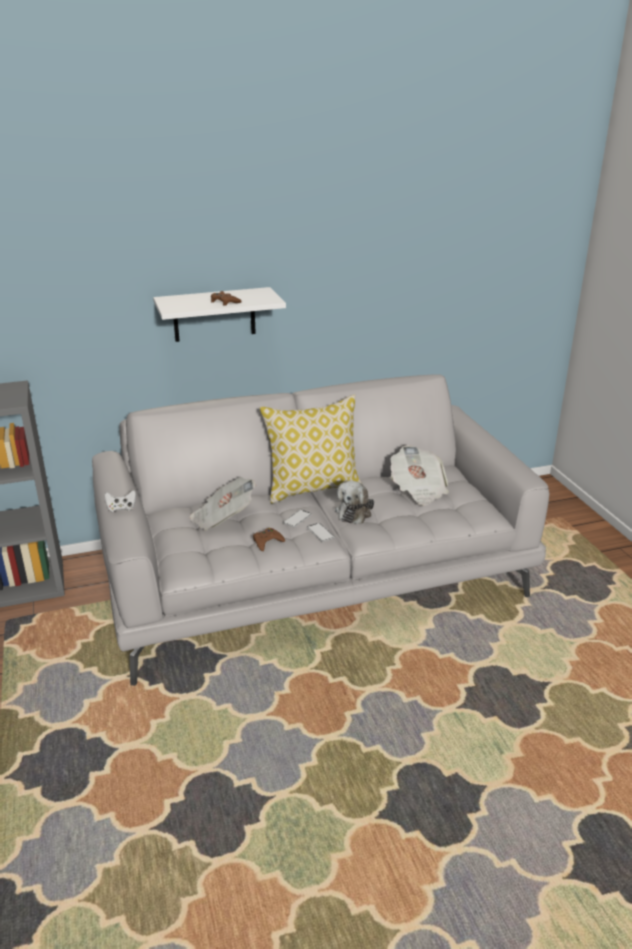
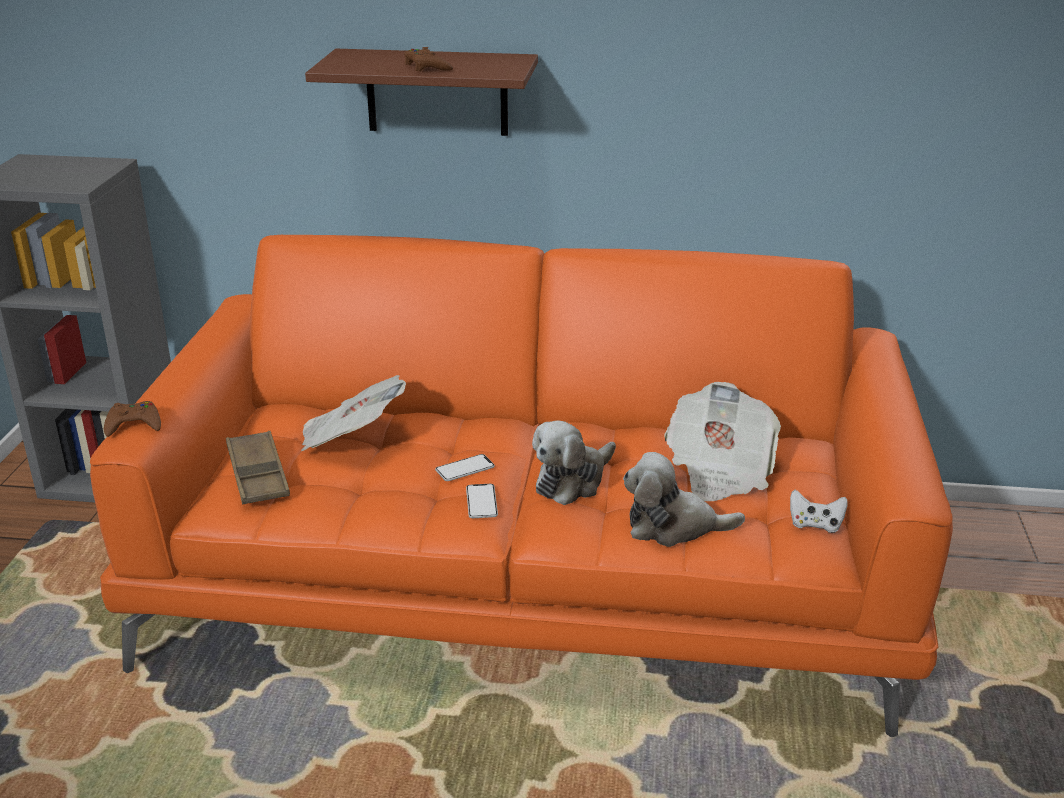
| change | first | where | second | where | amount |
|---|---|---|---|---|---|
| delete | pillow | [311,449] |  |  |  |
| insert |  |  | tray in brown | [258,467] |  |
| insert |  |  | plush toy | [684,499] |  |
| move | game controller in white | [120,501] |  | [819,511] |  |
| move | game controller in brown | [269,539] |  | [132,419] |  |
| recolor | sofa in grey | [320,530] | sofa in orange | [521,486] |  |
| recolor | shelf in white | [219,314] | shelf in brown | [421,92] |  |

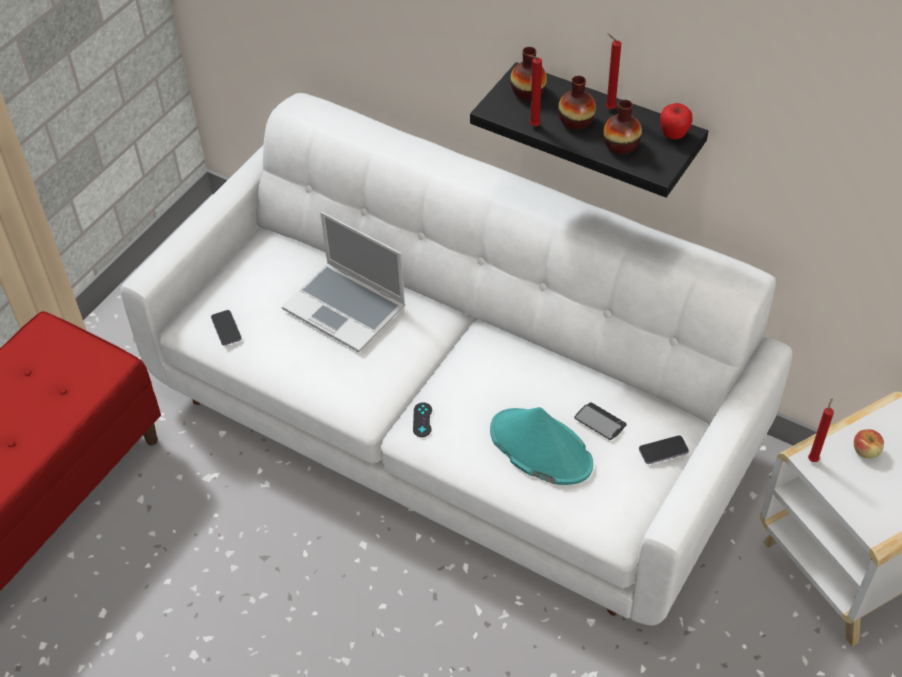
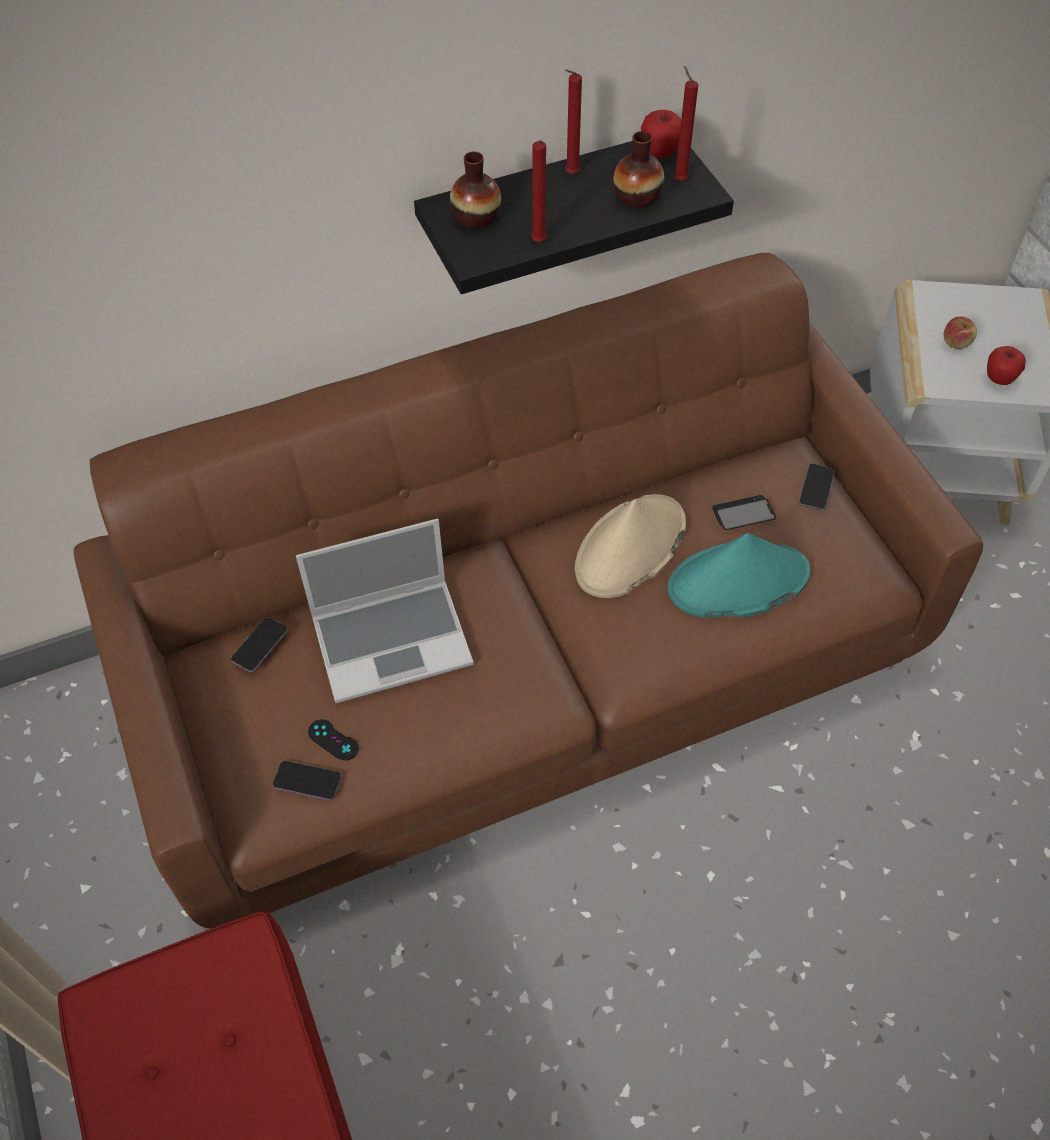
| change | first | where | second | where | amount |
|---|---|---|---|---|---|
| delete | vase | [577,103] |  |  |  |
| insert |  |  | phone | [259,644] |  |
| insert |  |  | hat in beige | [630,546] |  |
| insert |  |  | apple | [1006,365] |  |
| move | game controller in black | [422,419] |  | [333,740] |  |
| move | candle in red | [821,430] |  | [686,123] |  |
| recolor | sofa in white | [456,359] | sofa in brown | [528,590] |  |

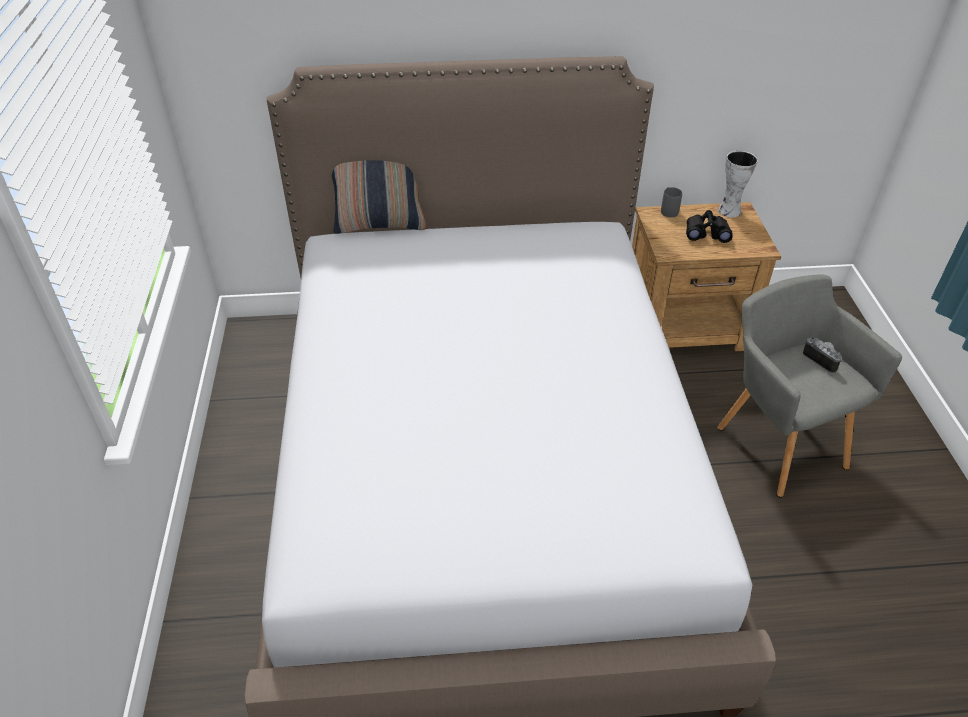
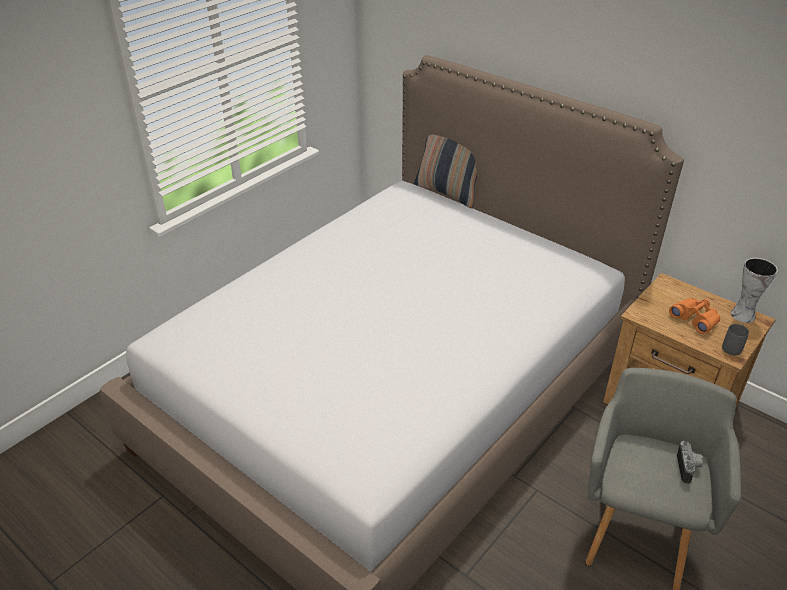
| change | first | where | second | where | amount |
|---|---|---|---|---|---|
| move | mug in grey | [671,202] |  | [735,339] |  |
| recolor | binoculars in black | [709,226] | binoculars in orange | [694,316] |  |

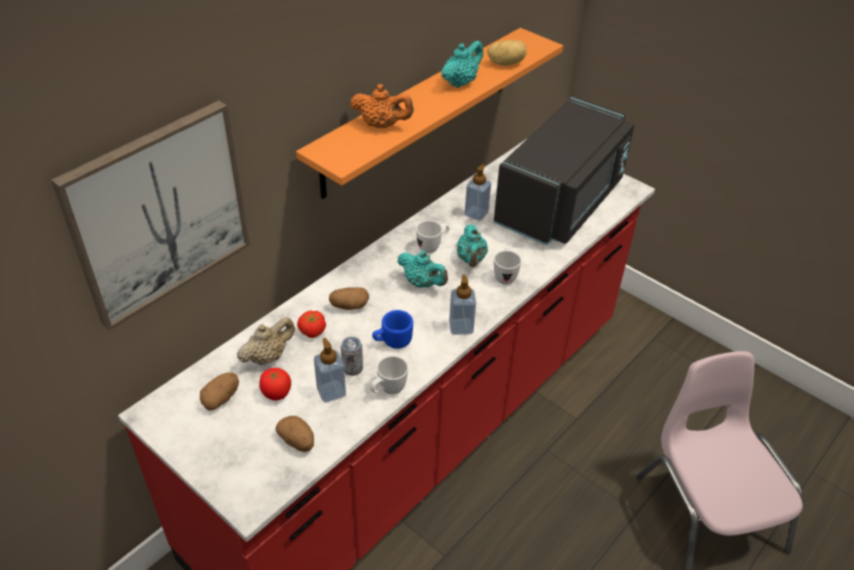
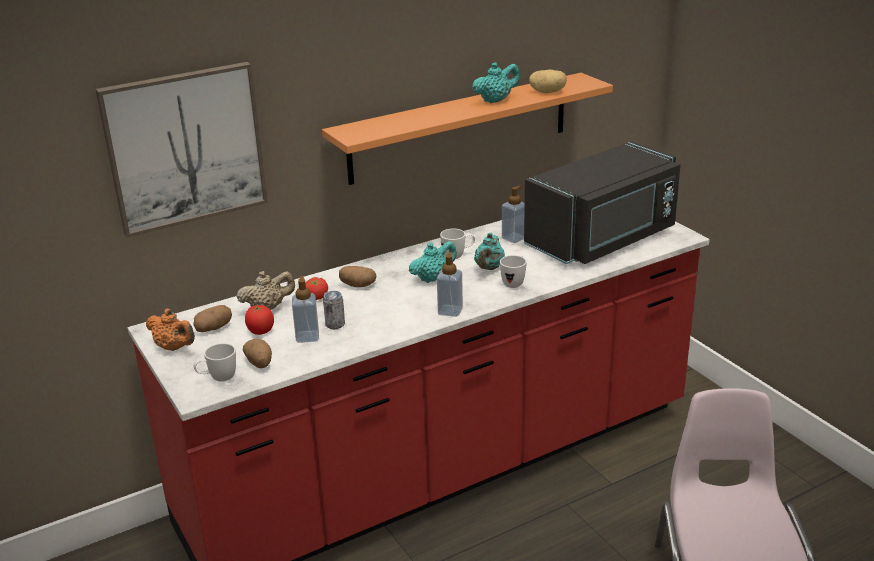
| change | first | where | second | where | amount |
|---|---|---|---|---|---|
| delete | mug in blue | [392,329] |  |  |  |
| move | teapot in orange | [382,106] |  | [170,330] |  |
| move | mug in white | [389,375] |  | [215,362] |  |
| rotate | teapot in turquoise | [422,269] |  | [433,262] | 90 degrees counterclockwise |

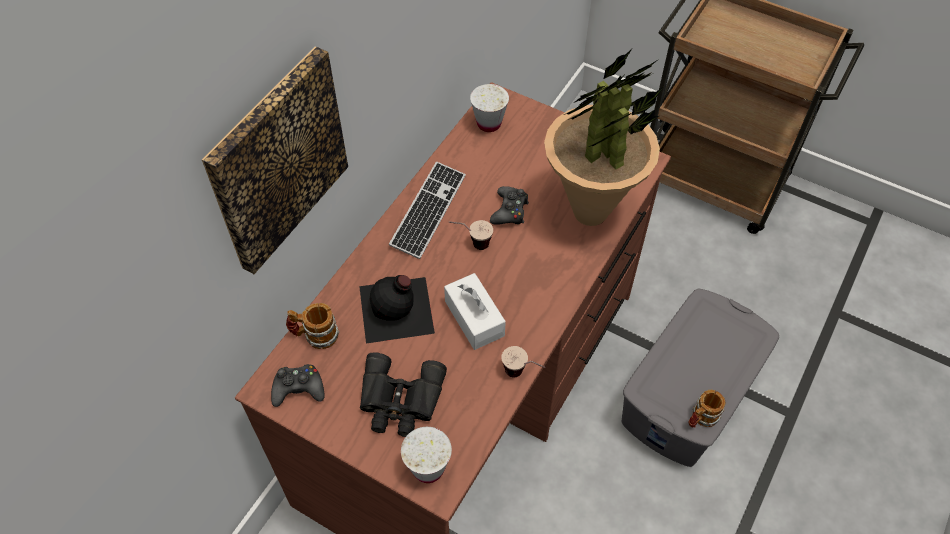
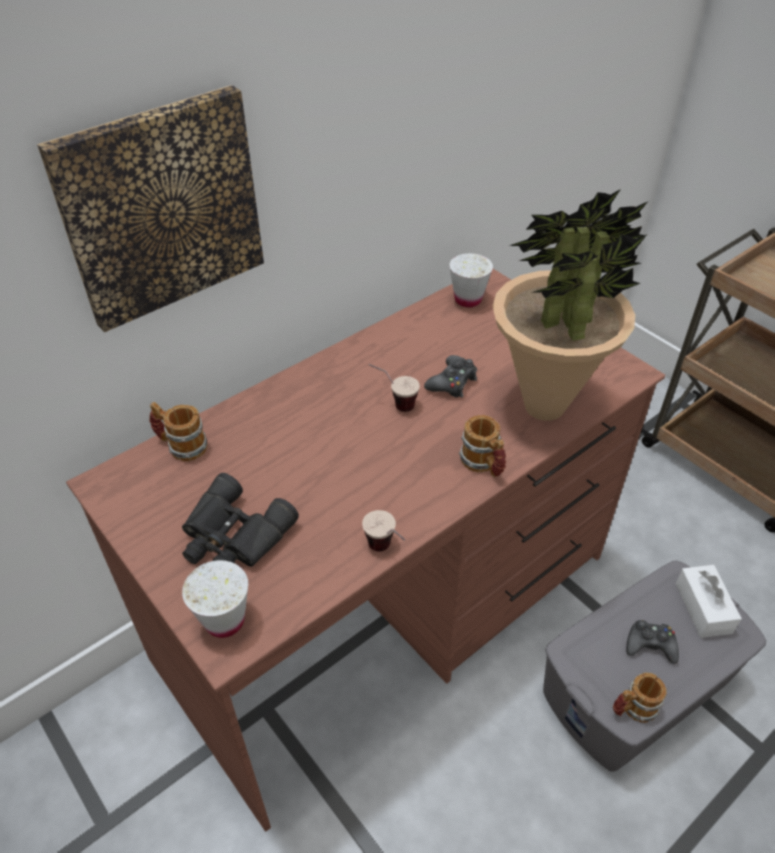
| change | first | where | second | where | amount |
|---|---|---|---|---|---|
| delete | bottle in black | [397,309] |  |  |  |
| delete | keyboard | [427,210] |  |  |  |
| insert |  |  | mug | [482,446] |  |
| move | game controller in black | [297,385] |  | [652,642] |  |
| move | tissue box in white | [475,311] |  | [709,601] |  |

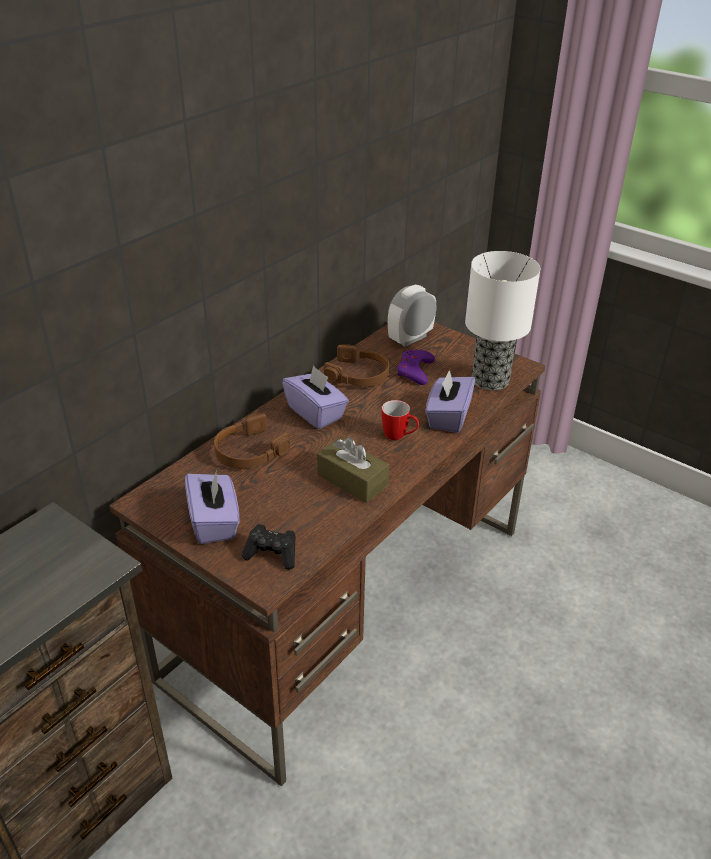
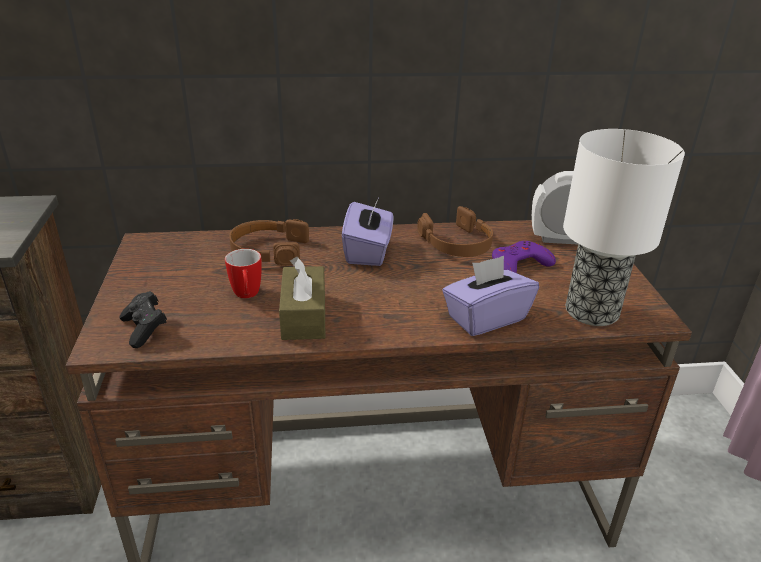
| change | first | where | second | where | amount |
|---|---|---|---|---|---|
| delete | tissue box in purple | [212,507] |  |  |  |
| move | mug | [400,420] |  | [243,273] |  |

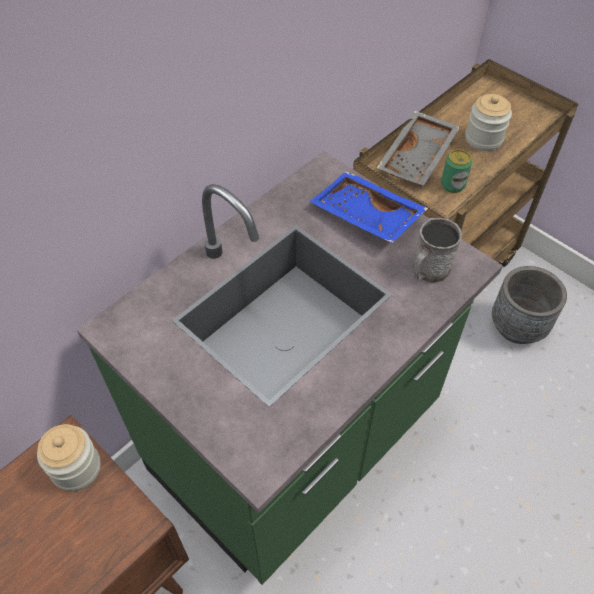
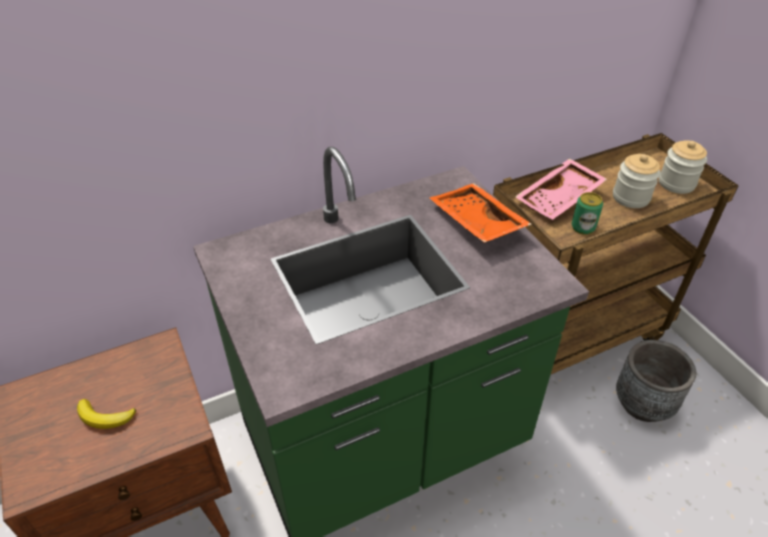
| change | first | where | second | where | amount |
|---|---|---|---|---|---|
| delete | mug in grey | [437,250] |  |  |  |
| insert |  |  | banana | [106,414] |  |
| move | jar | [69,457] |  | [683,167] |  |
| recolor | tray in blue | [368,207] | tray in orange | [481,213] |  |
| recolor | tray in grey | [418,148] | tray in pink | [561,189] |  |

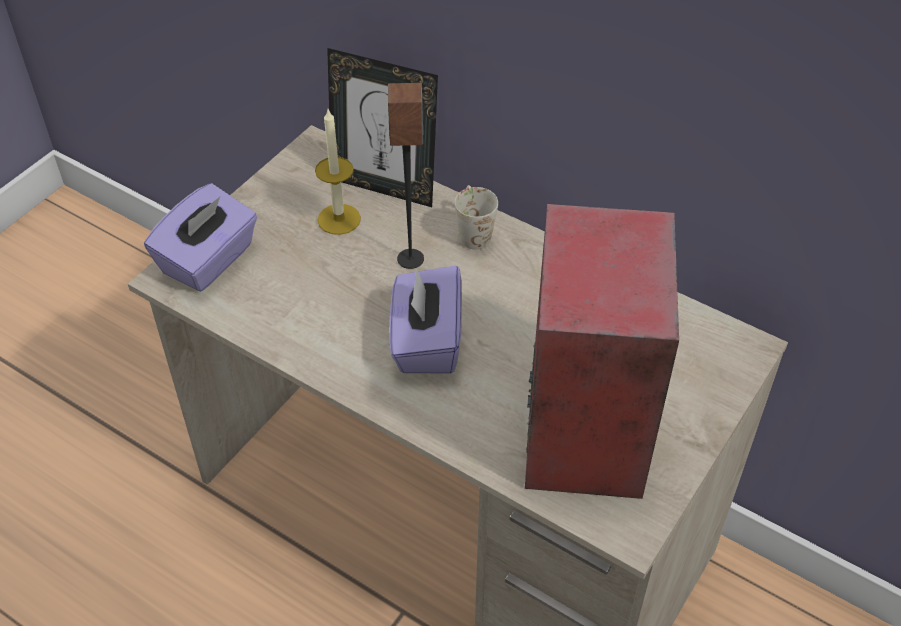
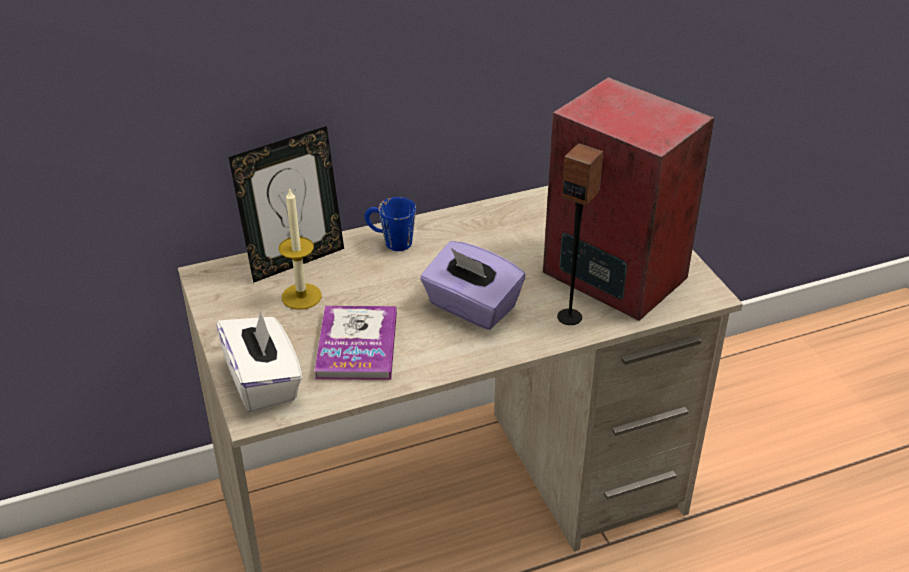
| change | first | where | second | where | amount |
|---|---|---|---|---|---|
| insert |  |  | book | [355,343] |  |
| move | speaker | [406,176] |  | [580,234] |  |
| recolor | tissue box in purple | [200,237] | tissue box in white | [259,362] |  |
| recolor | mug in white | [476,217] | mug in blue | [390,224] |  |

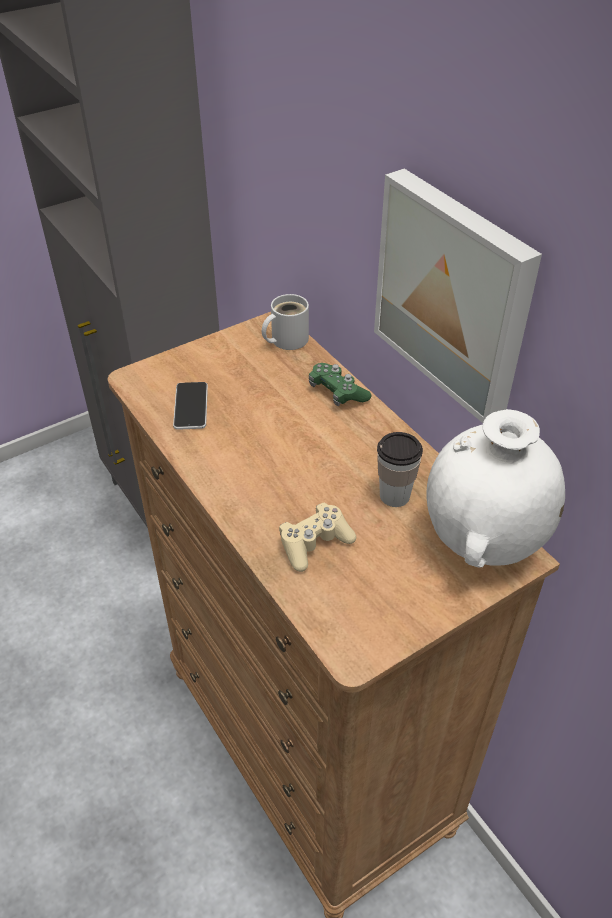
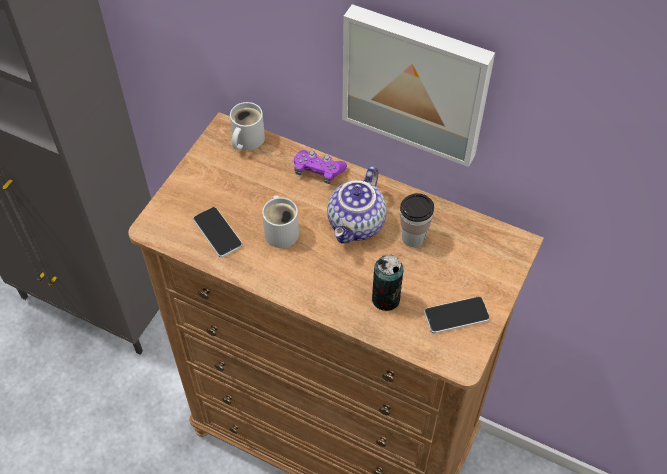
| change | first | where | second | where | amount |
|---|---|---|---|---|---|
| delete | vase in white | [495,488] |  |  |  |
| insert |  |  | mug in white | [280,221] |  |
| insert |  |  | teapot | [357,205] |  |
| insert |  |  | phone | [457,314] |  |
| replace | game controller in beige | [317,537] | can | [387,283] |  |
| recolor | game controller in green | [340,384] | game controller in purple | [320,167] |  |

